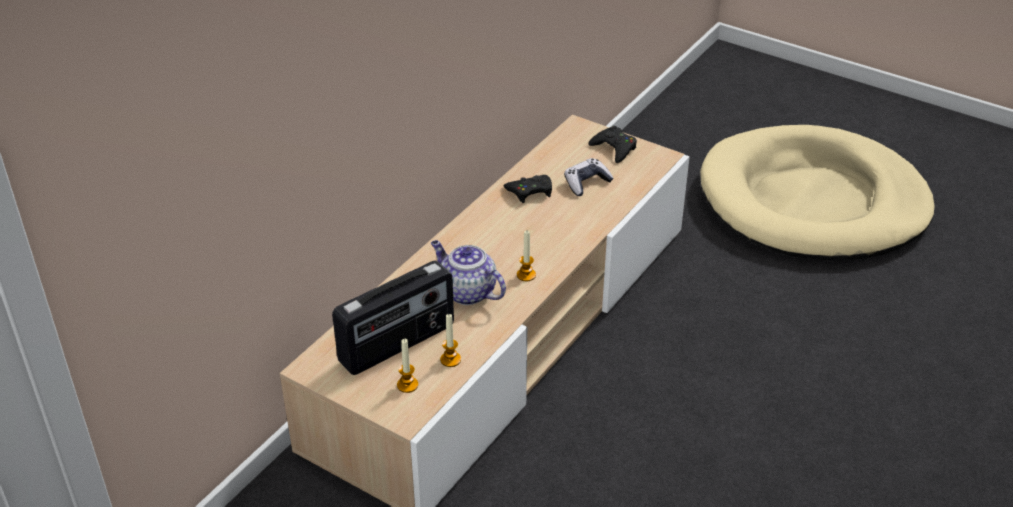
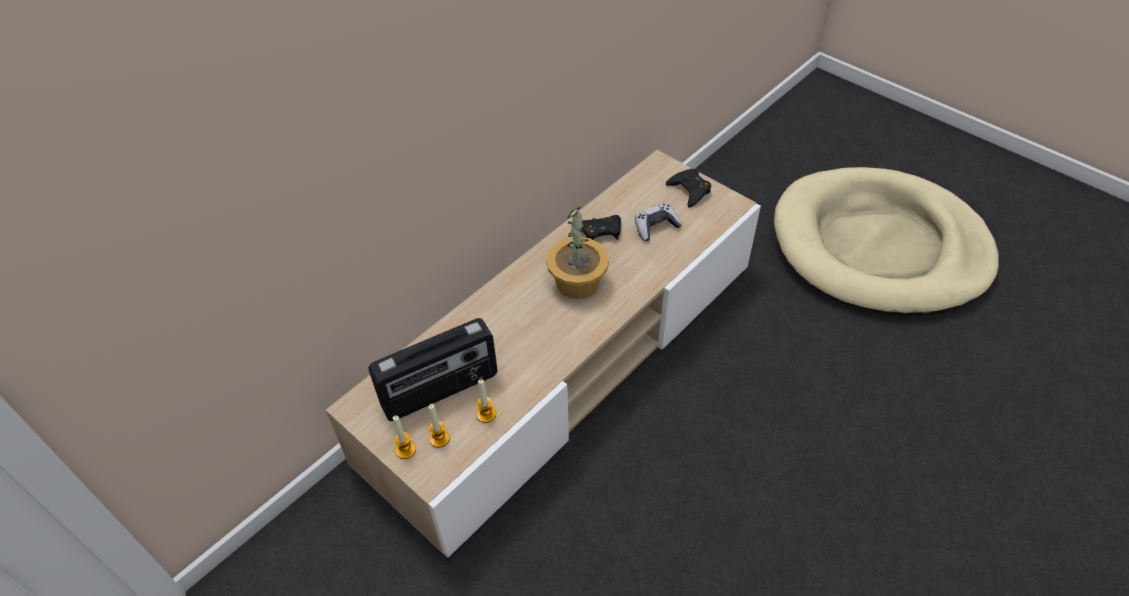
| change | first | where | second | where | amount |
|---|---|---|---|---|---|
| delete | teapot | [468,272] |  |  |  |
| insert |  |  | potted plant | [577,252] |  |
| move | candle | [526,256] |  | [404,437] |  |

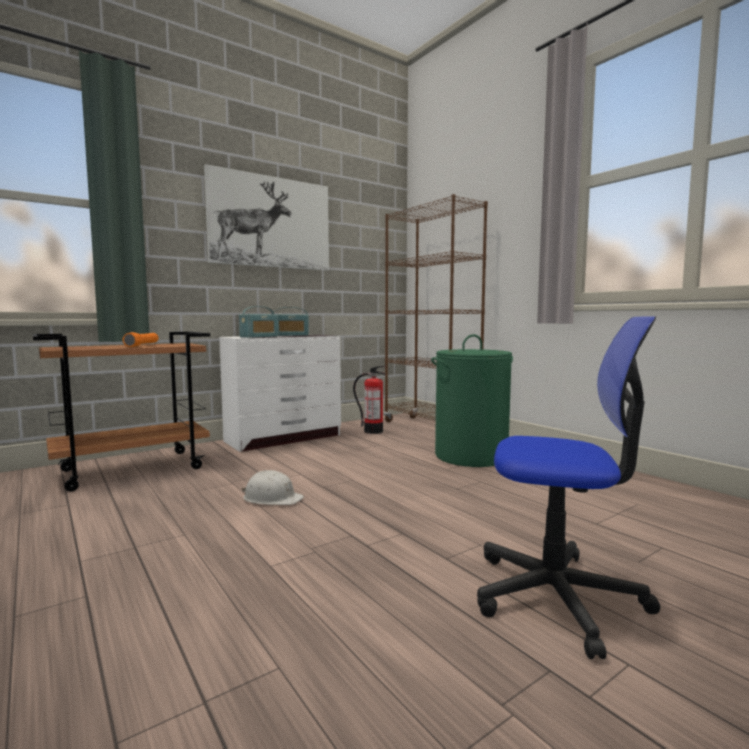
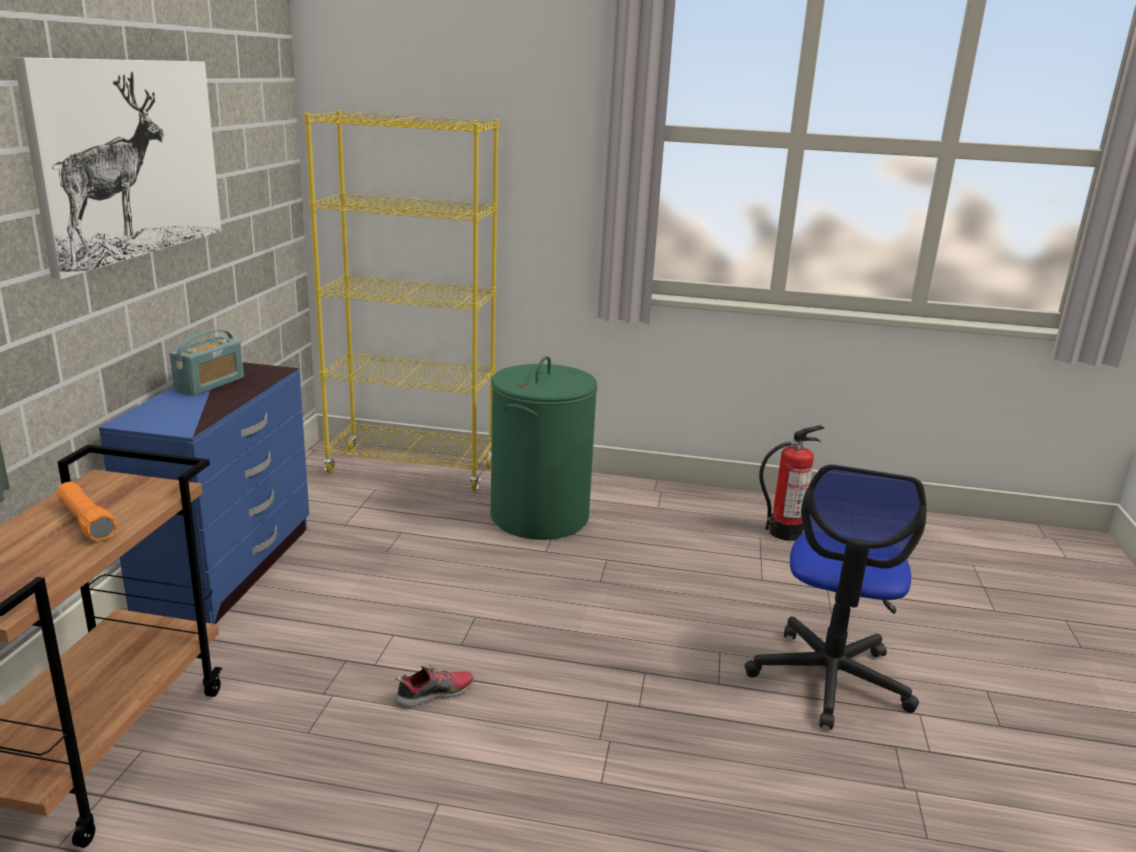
| change | first | where | second | where | amount |
|---|---|---|---|---|---|
| delete | radio | [258,322] |  |  |  |
| move | fire extinguisher | [369,400] |  | [791,483] |  |
| replace | hard hat in white | [273,487] | shoe | [434,685] |  |
| recolor | dresser in white | [280,393] | dresser in blue | [204,493] |  |
| recolor | bookcase in brown | [436,308] | bookcase in yellow | [401,300] |  |
| rotate | office chair | [569,487] |  | [835,597] | 135 degrees clockwise |

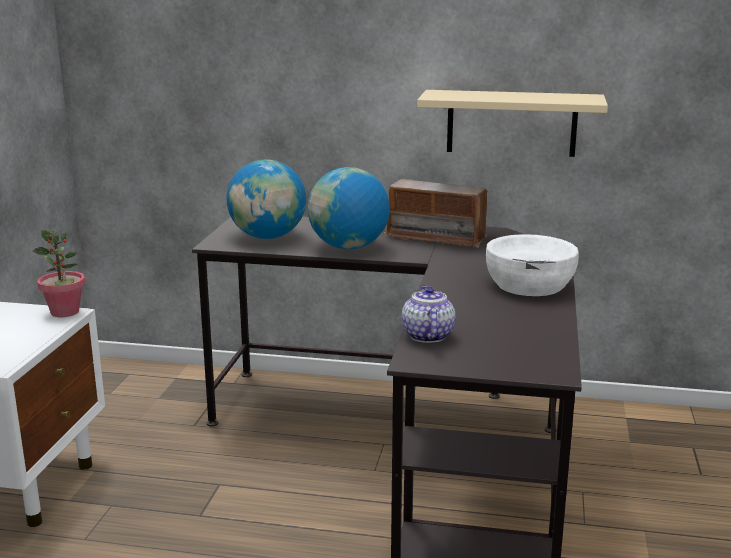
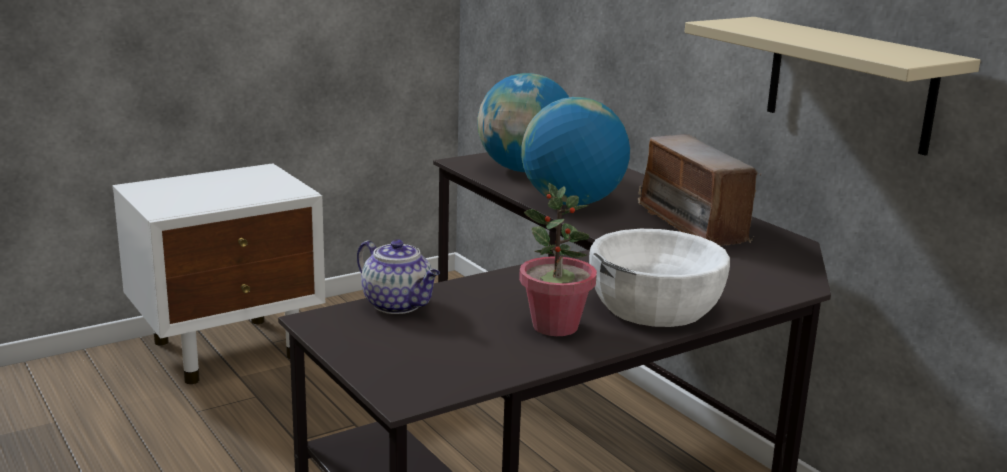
| change | first | where | second | where | amount |
|---|---|---|---|---|---|
| move | potted plant | [59,273] |  | [558,259] |  |
| rotate | teapot | [428,314] |  | [398,276] | 90 degrees clockwise |

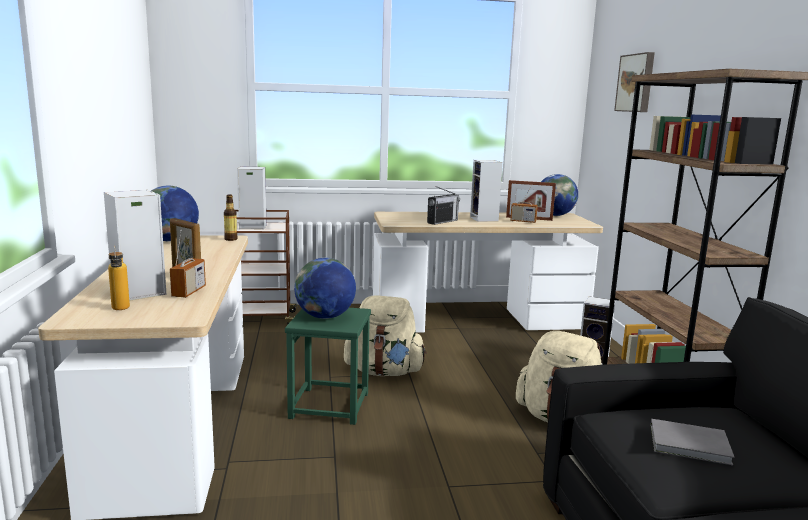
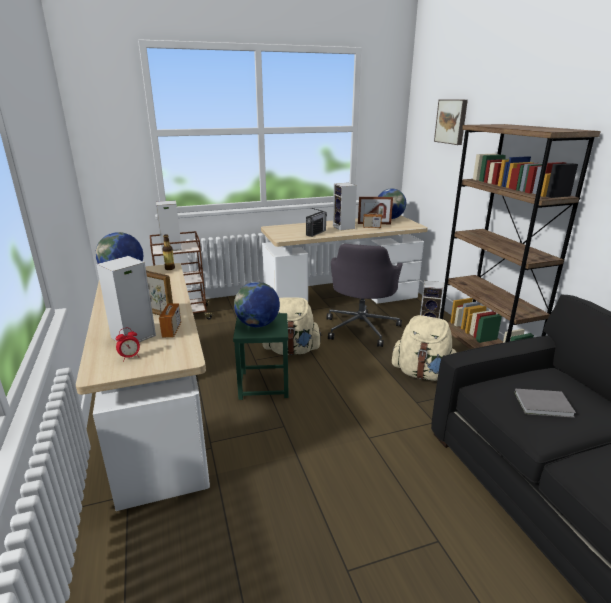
| change | first | where | second | where | amount |
|---|---|---|---|---|---|
| insert |  |  | office chair in grey | [364,295] |  |
| replace | bottle | [119,278] | alarm clock | [127,345] |  |

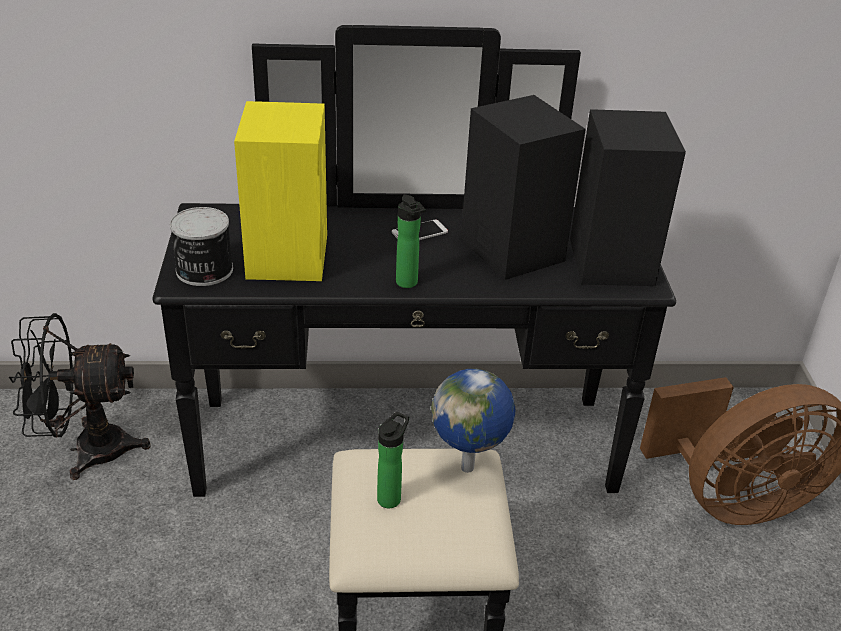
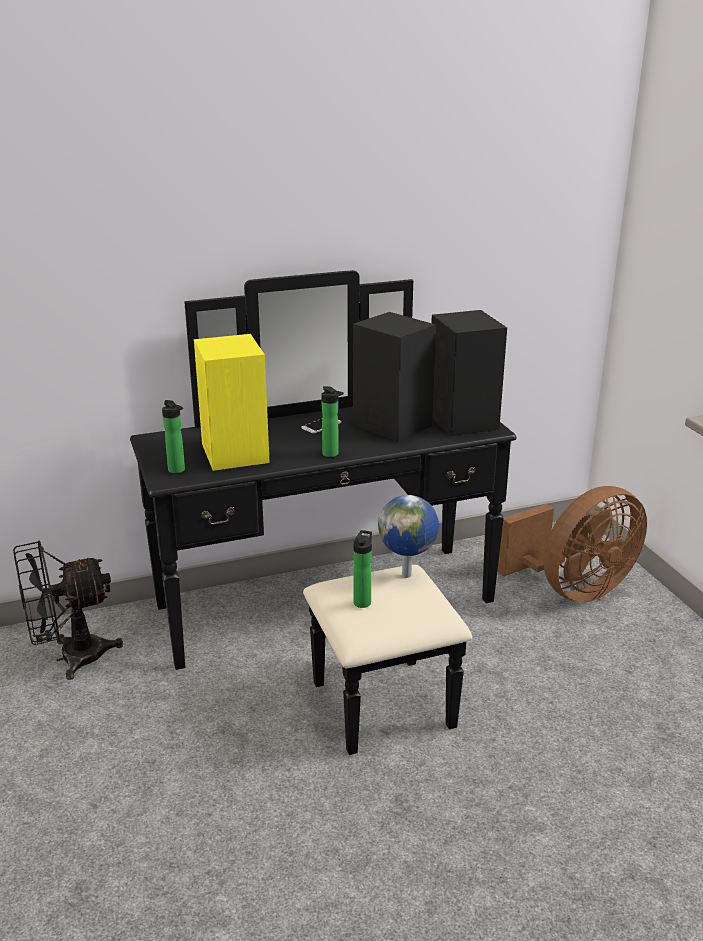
| change | first | where | second | where | amount |
|---|---|---|---|---|---|
| replace | can | [201,246] | bottle | [173,436] |  |

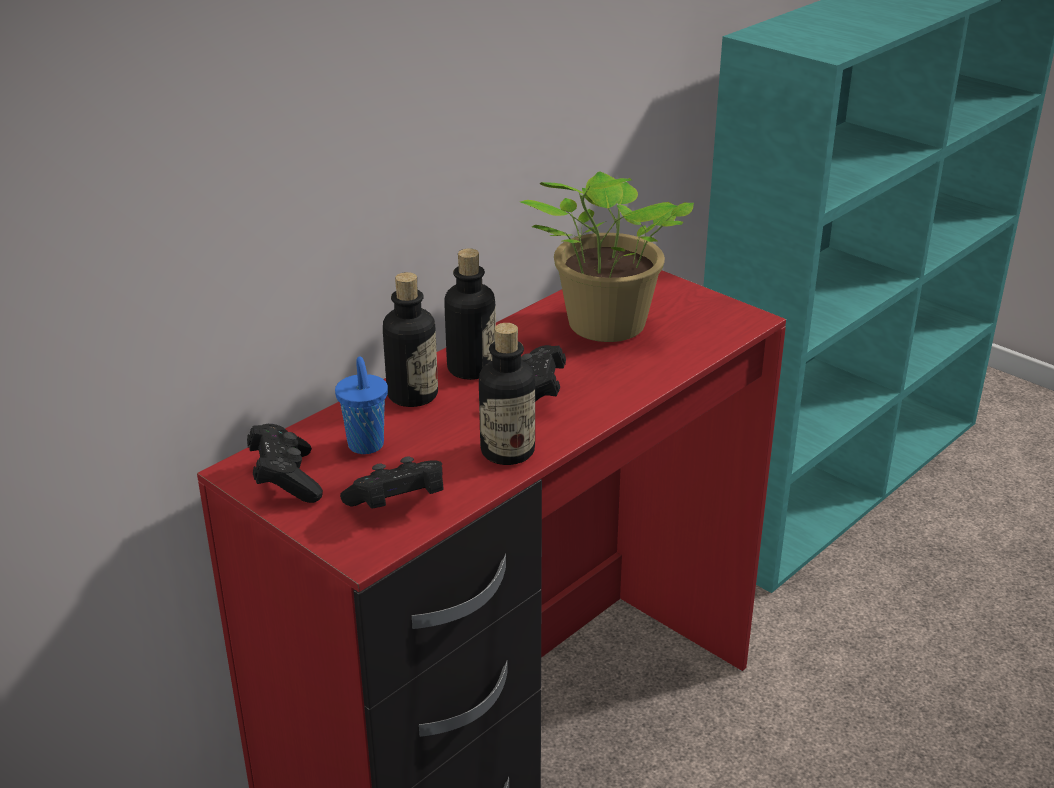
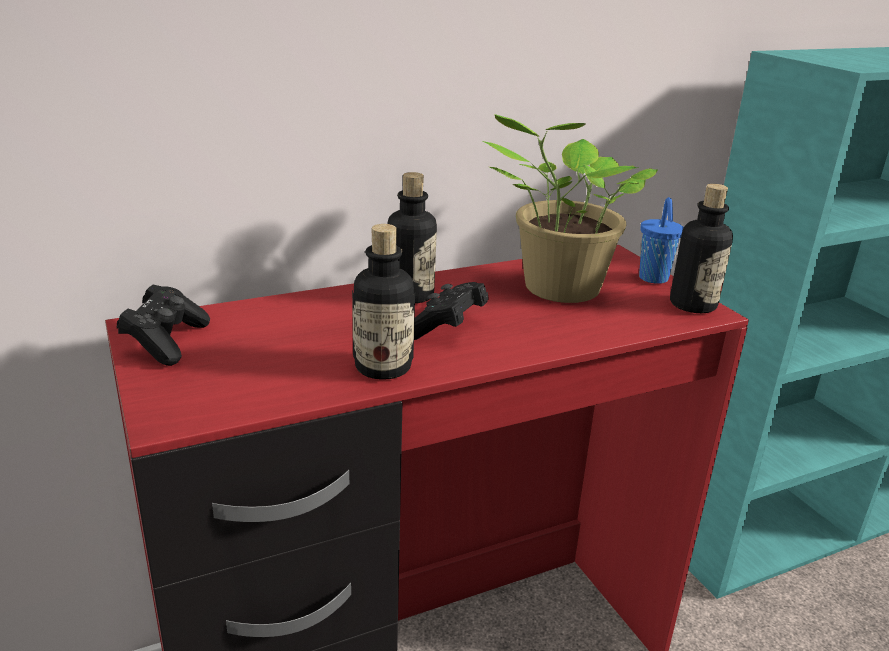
| change | first | where | second | where | amount |
|---|---|---|---|---|---|
| delete | game controller in black | [392,483] |  |  |  |
| move | cup in blue | [361,405] |  | [661,240] |  |
| move | bottle | [410,339] |  | [701,248] |  |

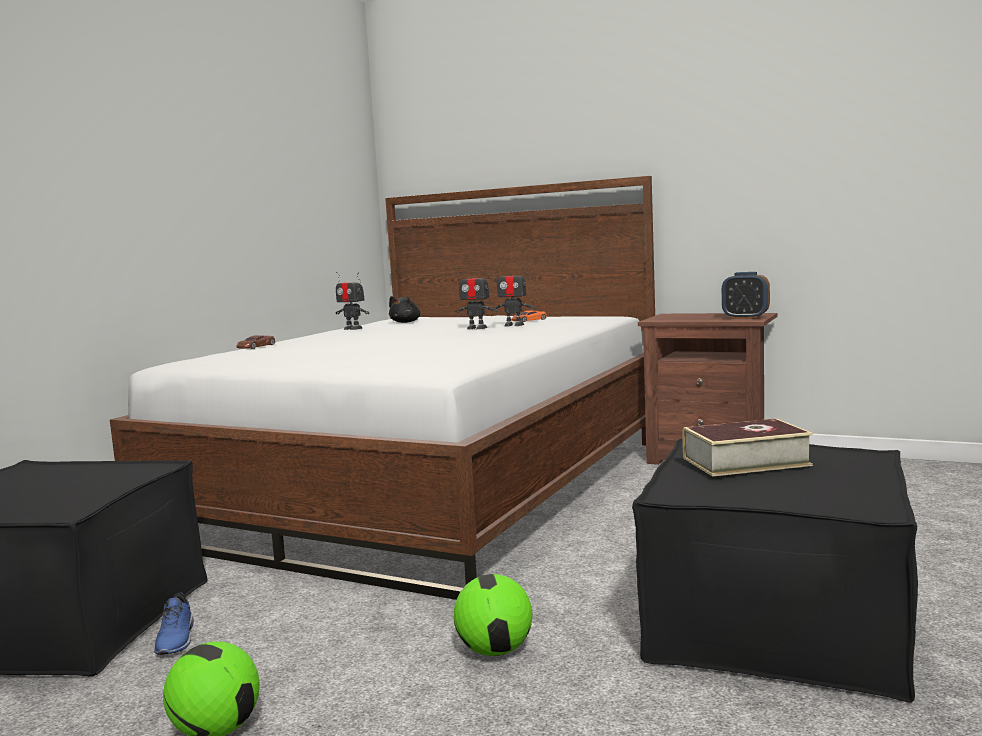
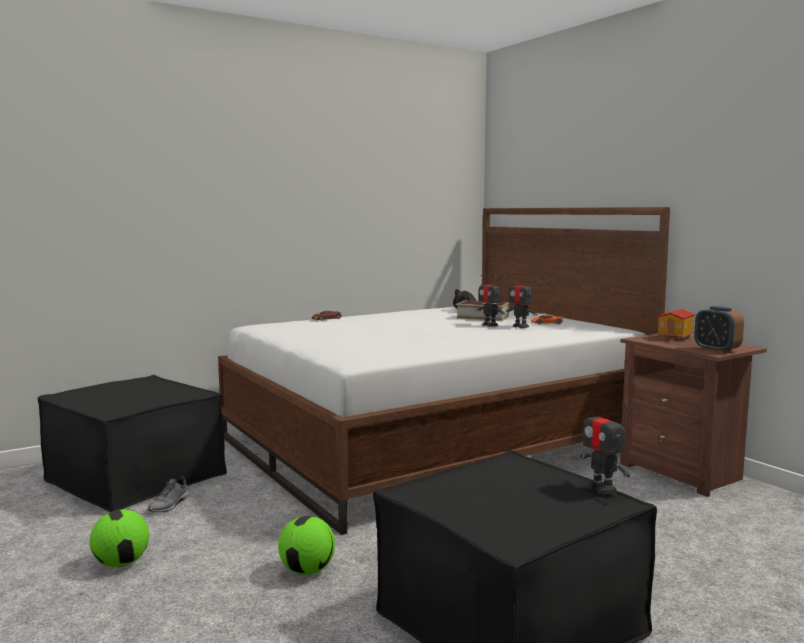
| change | first | where | second | where | amount |
|---|---|---|---|---|---|
| insert |  |  | toy house | [676,325] |  |
| move | toy robot | [352,301] |  | [605,446] |  |
| move | book | [747,447] |  | [482,310] |  |
| recolor | shoe in blue | [174,623] | shoe in grey | [168,494] |  |

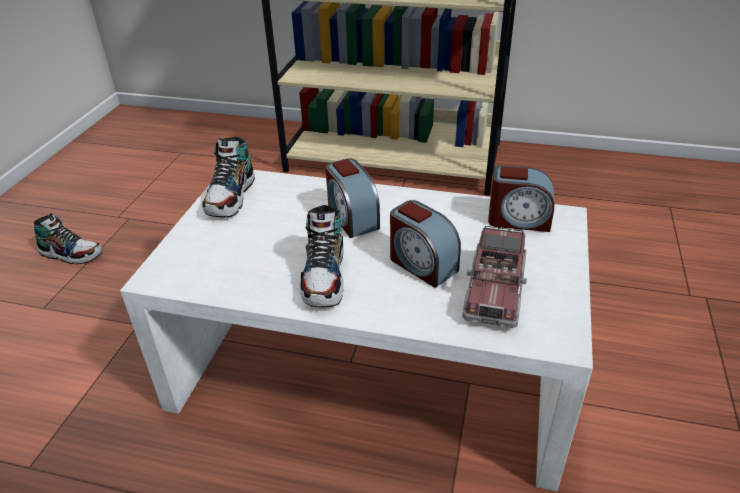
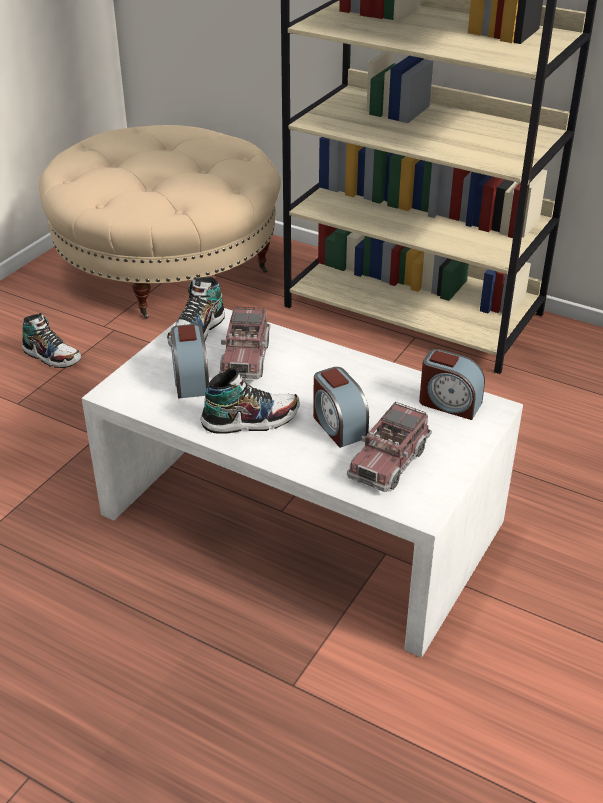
| change | first | where | second | where | amount |
|---|---|---|---|---|---|
| insert |  |  | ottoman in beige | [160,222] |  |
| insert |  |  | toy truck | [244,343] |  |
| move | alarm clock | [352,198] |  | [190,361] |  |
| rotate | shoe | [322,256] |  | [250,400] | 120 degrees counterclockwise |

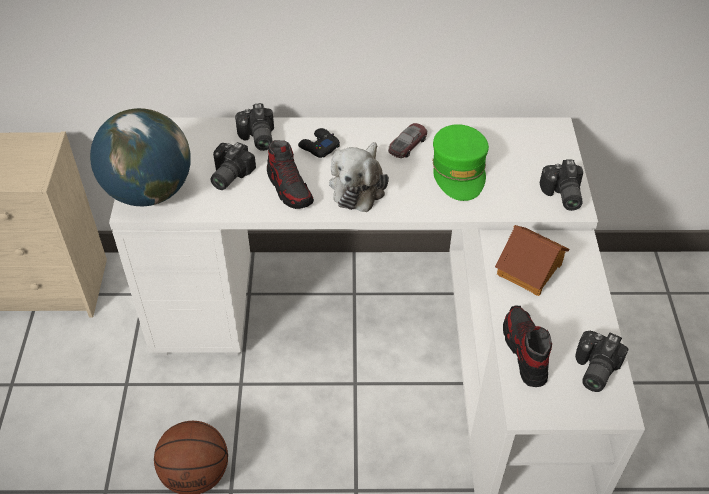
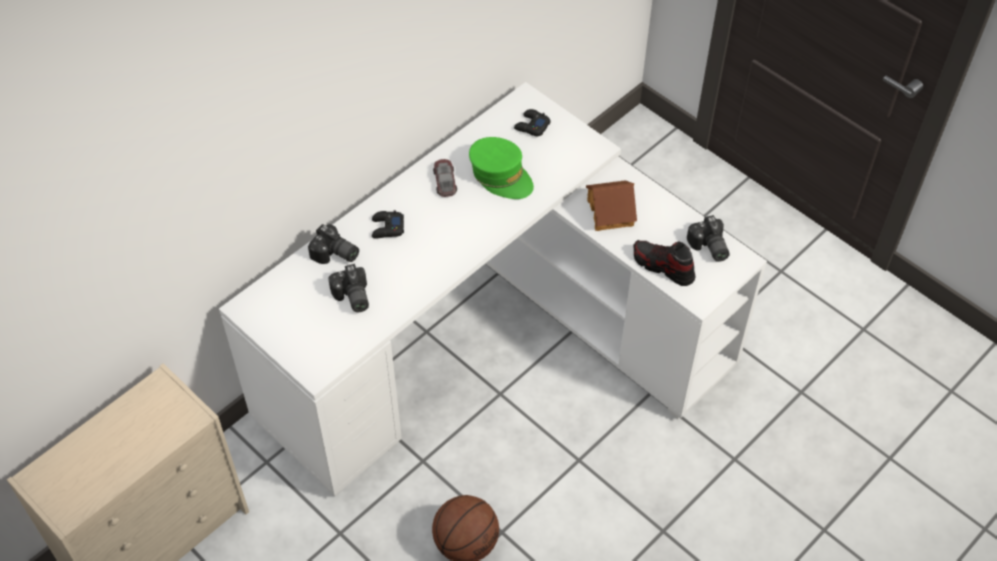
| change | first | where | second | where | amount |
|---|---|---|---|---|---|
| delete | globe | [140,157] |  |  |  |
| delete | shoe | [290,174] |  |  |  |
| delete | plush toy | [359,177] |  |  |  |
| delete | photo camera | [561,185] |  |  |  |
| insert |  |  | game controller in black | [532,123] |  |

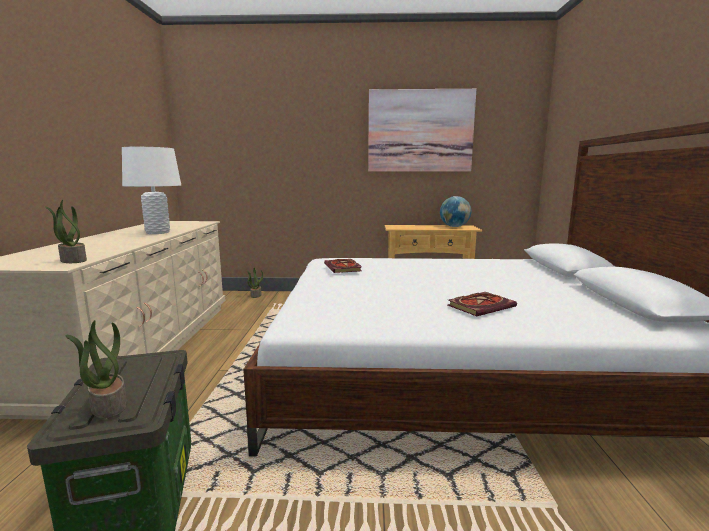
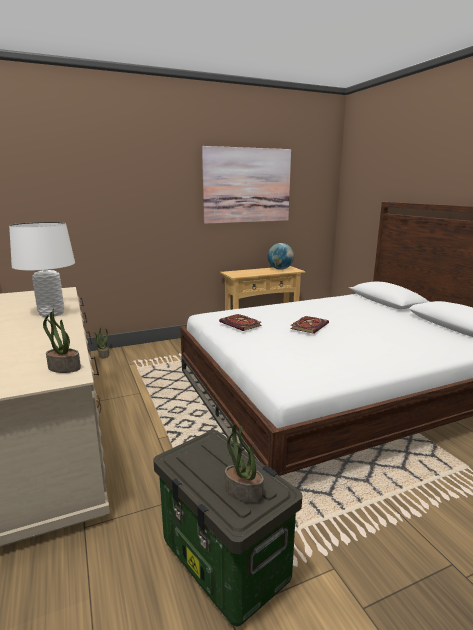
| change | first | where | second | where | amount |
|---|---|---|---|---|---|
| move | book | [482,304] |  | [309,325] |  |

